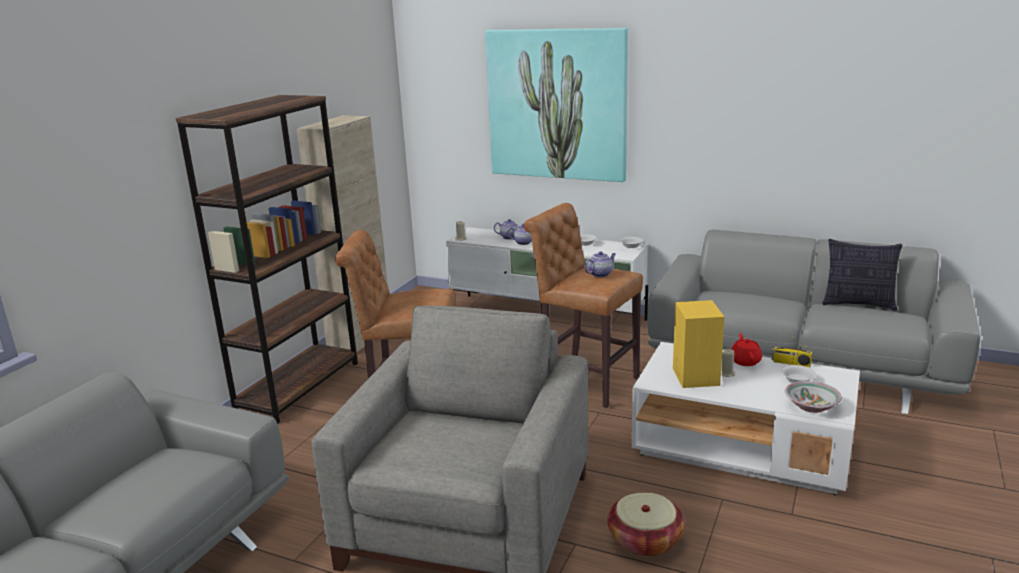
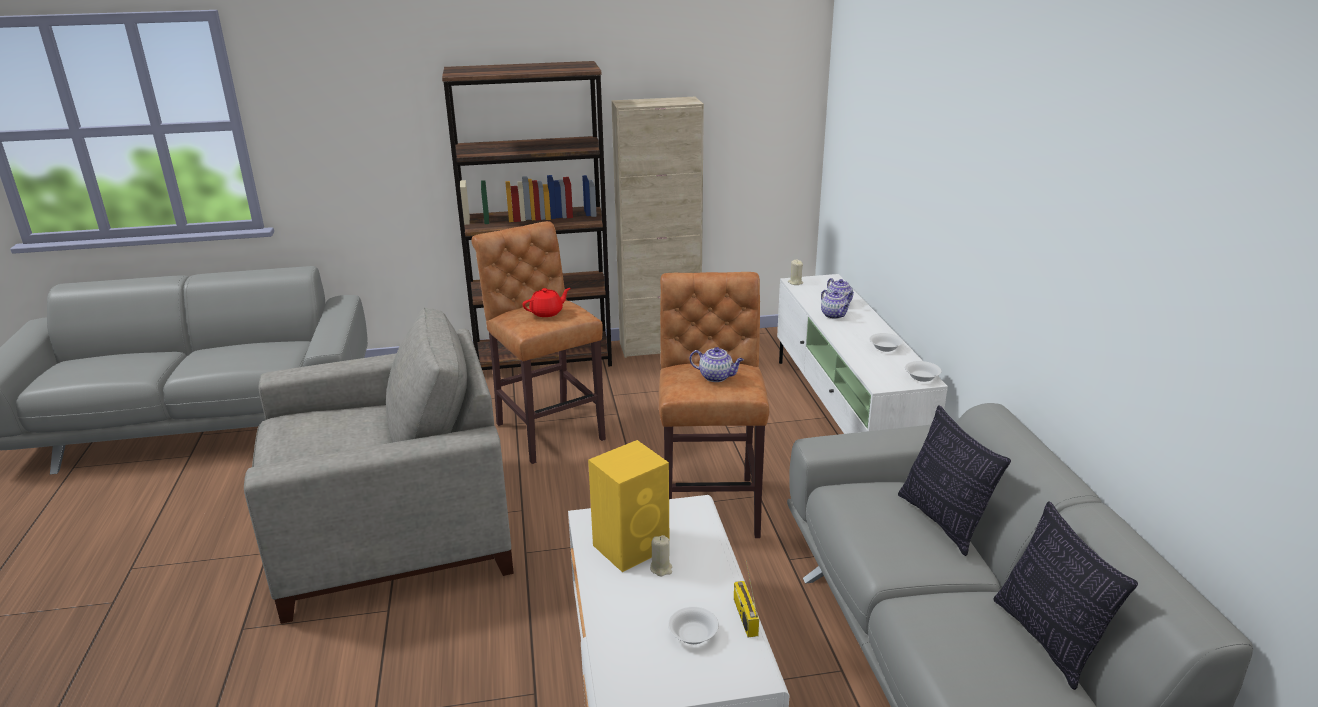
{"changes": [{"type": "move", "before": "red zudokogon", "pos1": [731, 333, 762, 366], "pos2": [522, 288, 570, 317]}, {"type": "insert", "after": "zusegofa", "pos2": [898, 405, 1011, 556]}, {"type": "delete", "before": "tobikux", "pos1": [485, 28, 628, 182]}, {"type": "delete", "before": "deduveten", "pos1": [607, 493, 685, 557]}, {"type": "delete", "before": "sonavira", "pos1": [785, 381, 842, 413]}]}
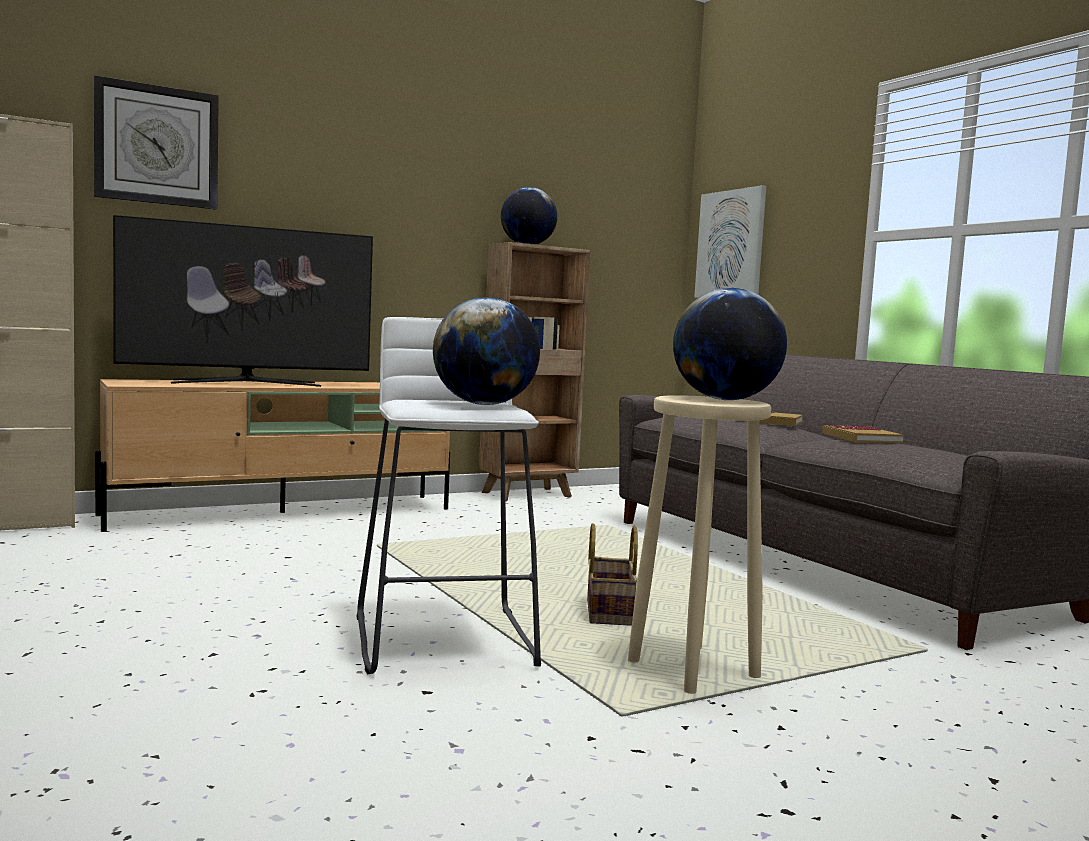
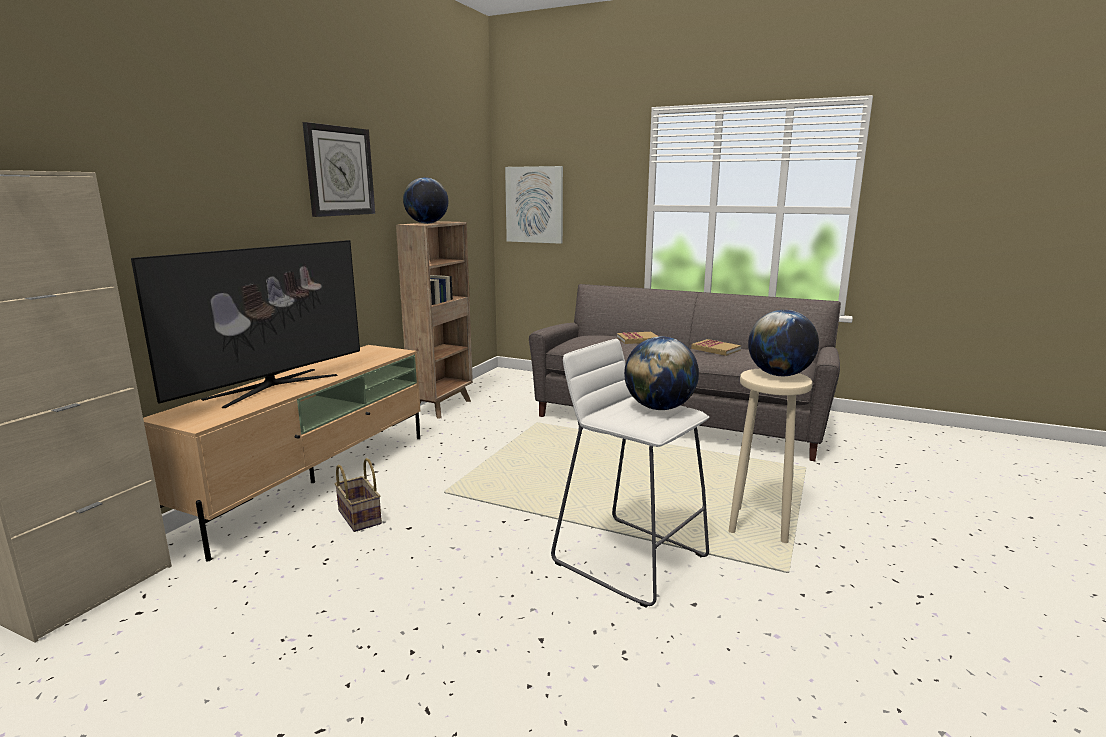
{"changes": [{"type": "move", "before": "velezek", "pos1": [94, 75, 219, 209], "pos2": [303, 122, 375, 217]}, {"type": "move", "before": "deduveten", "pos1": [587, 523, 638, 626], "pos2": [335, 458, 382, 532]}]}
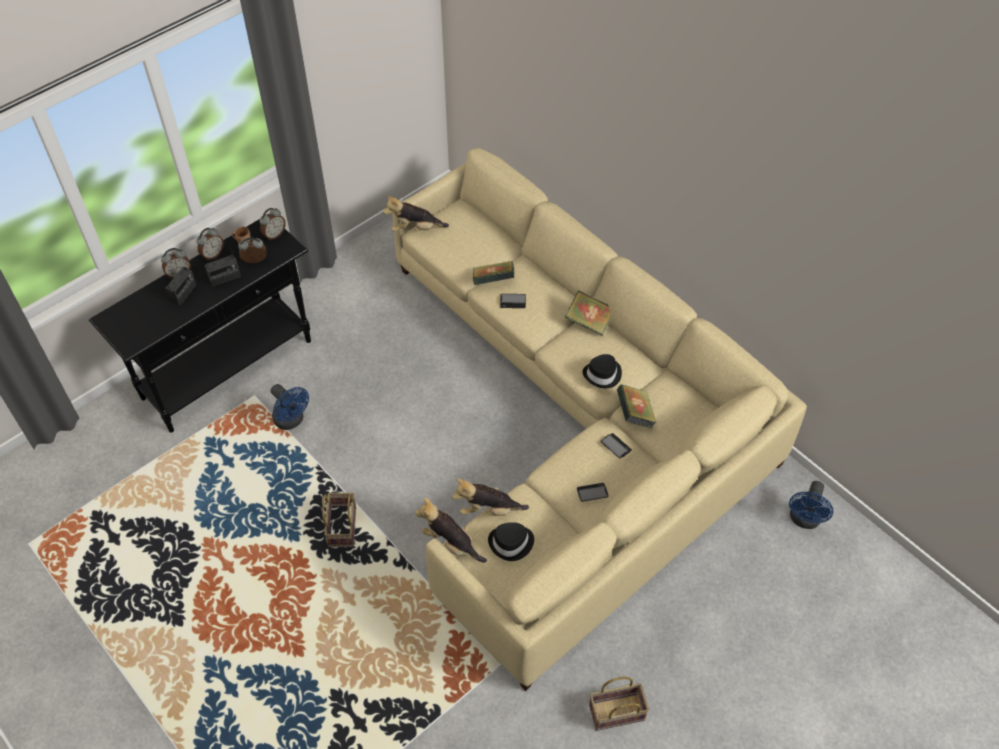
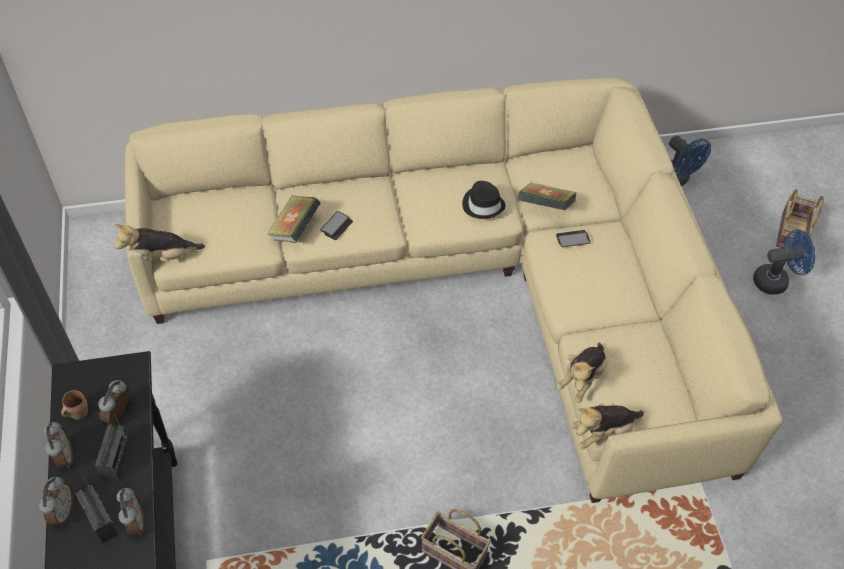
{"changes": [{"type": "rotate", "before": "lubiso", "pos1": [383, 196, 449, 232], "pos2": [114, 224, 205, 267], "turn": 45}, {"type": "move", "before": "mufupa", "pos1": [260, 208, 286, 241], "pos2": [116, 488, 145, 536]}, {"type": "move", "before": "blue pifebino", "pos1": [271, 384, 309, 430], "pos2": [753, 230, 815, 295]}, {"type": "move", "before": "deduveten", "pos1": [589, 677, 649, 731], "pos2": [776, 189, 824, 248]}, {"type": "delete", "before": "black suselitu", "pos1": [488, 522, 534, 561]}, {"type": "delete", "before": "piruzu", "pos1": [565, 290, 611, 335]}, {"type": "delete", "before": "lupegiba", "pos1": [577, 483, 608, 502]}]}
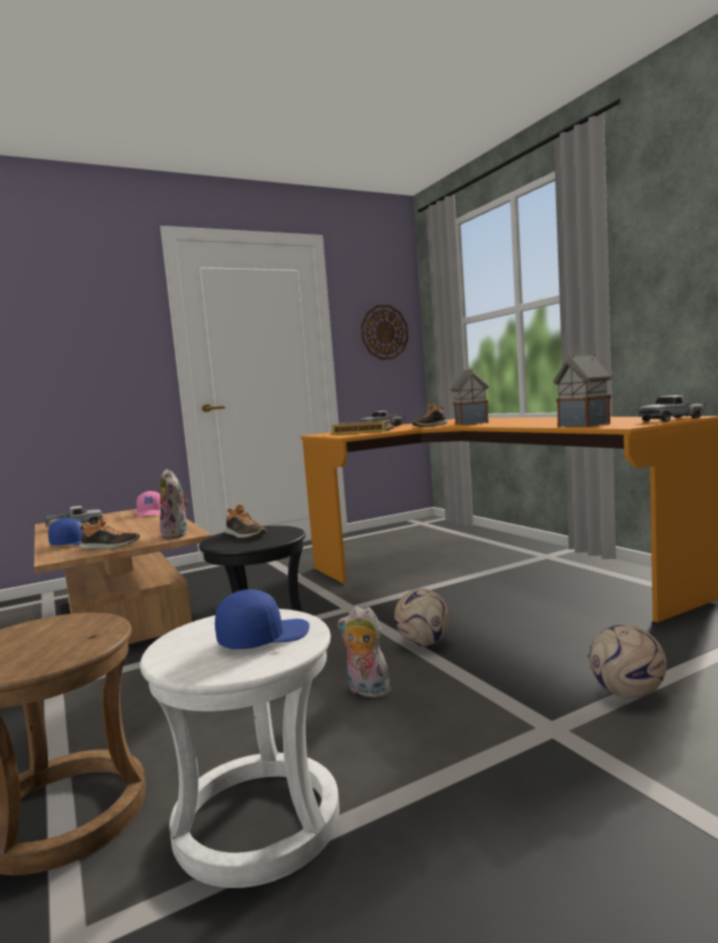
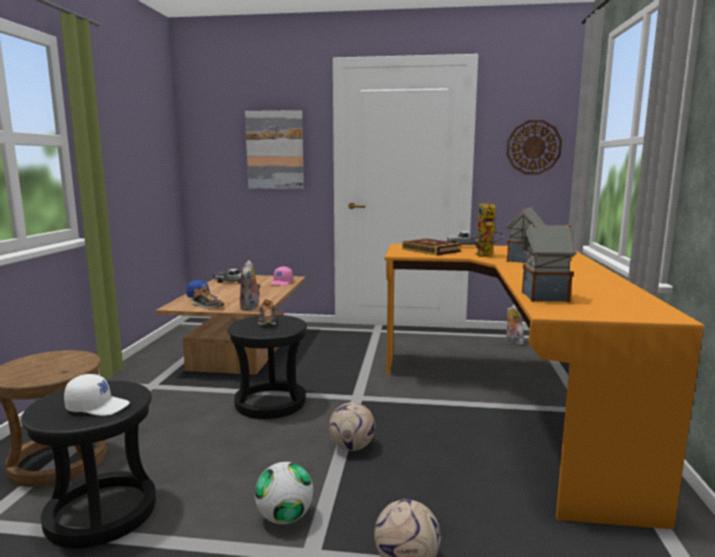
{"changes": [{"type": "recolor", "before": "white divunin", "after": "black divunin", "pos1": [140, 609, 339, 888], "pos2": [21, 381, 156, 548]}, {"type": "recolor", "before": "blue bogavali", "after": "white bogavali", "pos1": [215, 589, 310, 649], "pos2": [64, 374, 130, 416]}, {"type": "insert", "after": "tobikux", "pos2": [245, 110, 304, 189]}, {"type": "insert", "after": "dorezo", "pos2": [255, 462, 313, 524]}, {"type": "replace", "before": "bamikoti", "after": "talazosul", "pos1": [413, 403, 448, 427], "pos2": [475, 202, 504, 257]}, {"type": "move", "before": "lubiso", "pos1": [338, 606, 393, 698], "pos2": [506, 304, 524, 345]}, {"type": "delete", "before": "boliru", "pos1": [638, 395, 705, 422]}]}
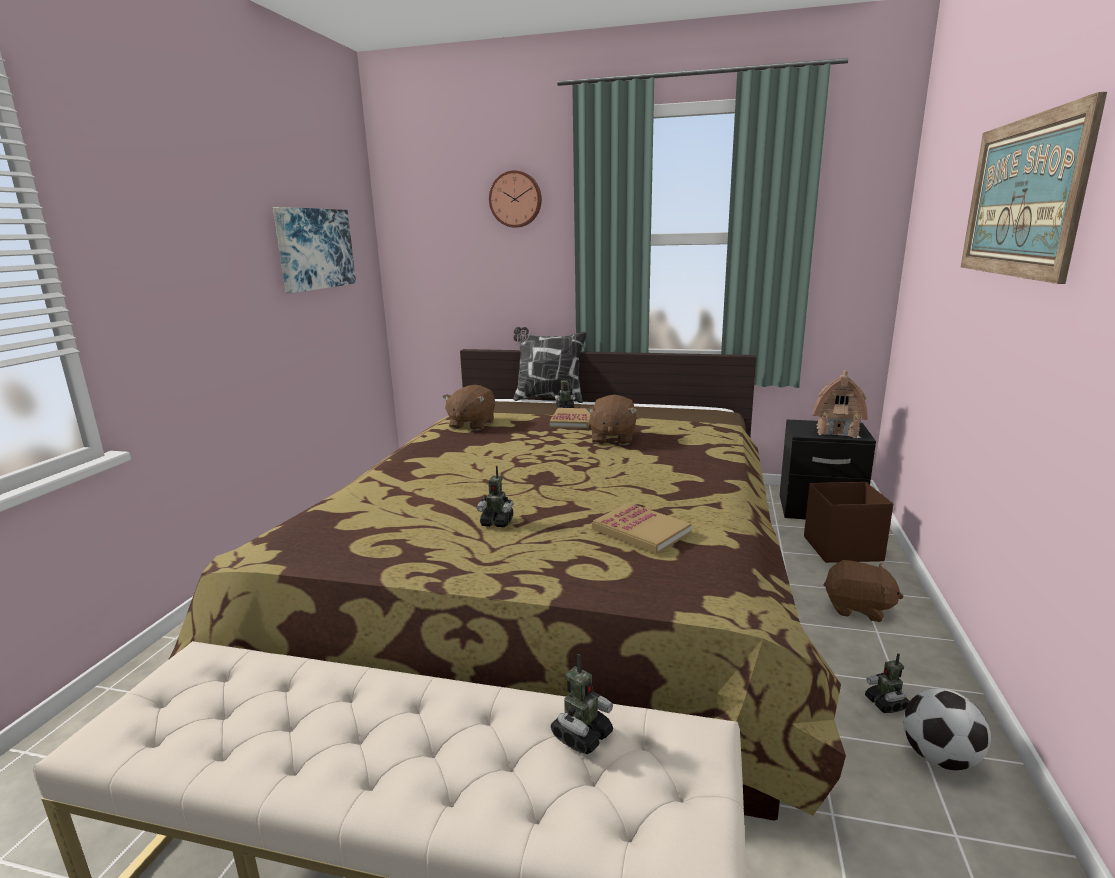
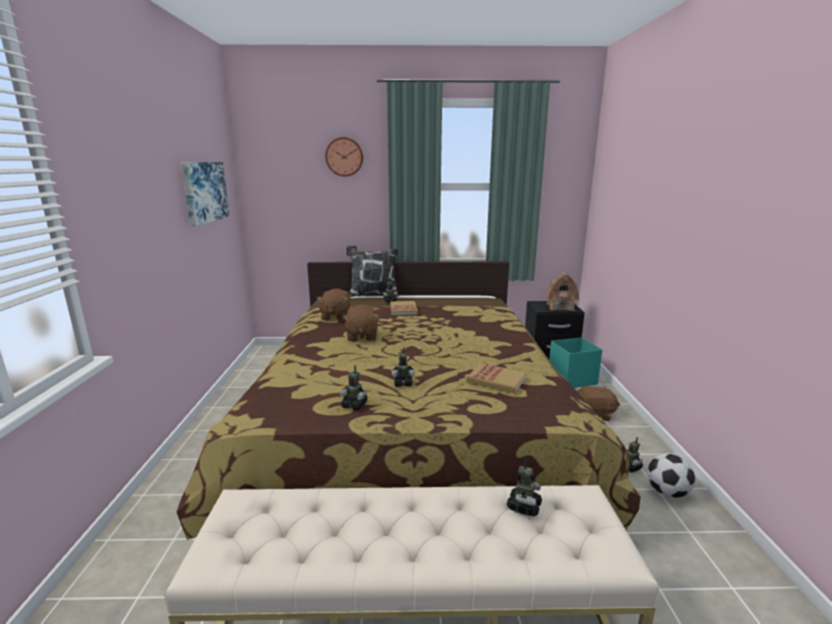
{"changes": [{"type": "insert", "after": "talazosul", "pos2": [339, 365, 367, 410]}, {"type": "move", "before": "brown lubiso", "pos1": [586, 395, 637, 445], "pos2": [343, 304, 379, 342]}, {"type": "recolor", "before": "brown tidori", "after": "turquoise tidori", "pos1": [804, 482, 893, 563], "pos2": [549, 337, 602, 388]}, {"type": "delete", "before": "tobikux", "pos1": [961, 92, 1107, 284]}]}
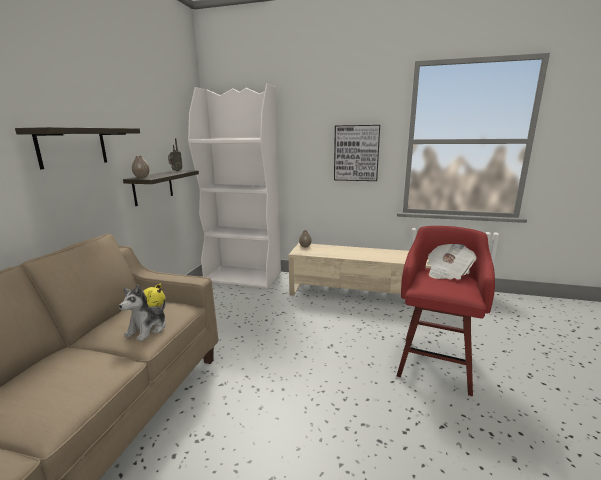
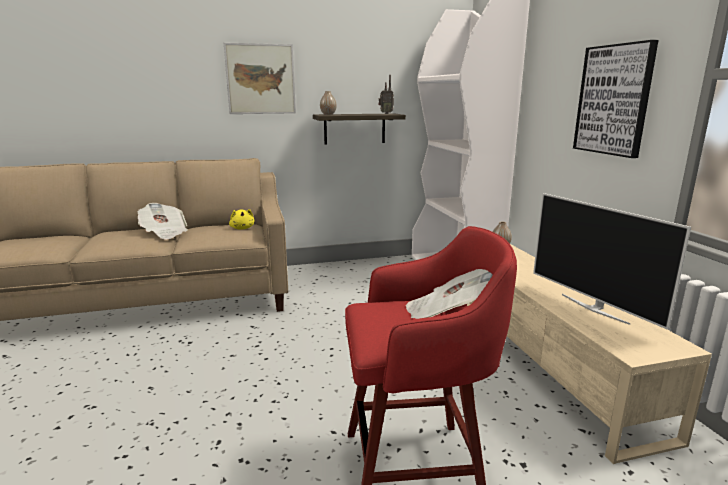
{"changes": [{"type": "insert", "after": "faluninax", "pos2": [138, 203, 188, 240]}, {"type": "replace", "before": "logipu", "after": "tobikux", "pos1": [15, 127, 140, 169], "pos2": [224, 43, 296, 114]}, {"type": "insert", "after": "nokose", "pos2": [533, 193, 691, 330]}, {"type": "delete", "before": "lubiso", "pos1": [119, 284, 166, 341]}]}
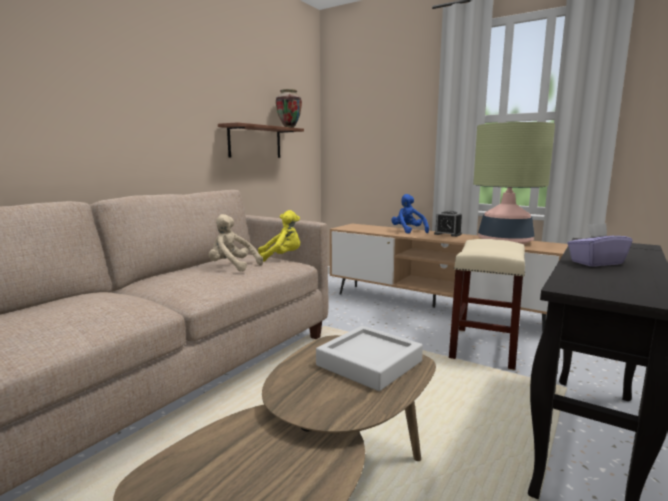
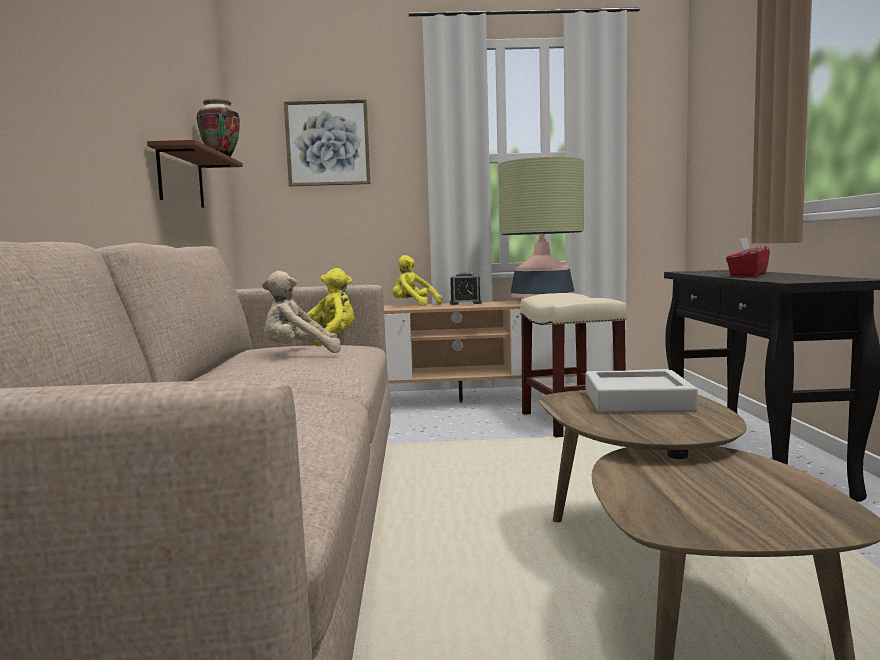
{"changes": [{"type": "insert", "after": "tobikux", "pos2": [284, 99, 370, 186]}, {"type": "recolor", "before": "blue lubiso", "after": "yellow lubiso", "pos1": [391, 194, 429, 234], "pos2": [392, 255, 442, 306]}, {"type": "recolor", "before": "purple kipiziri", "after": "red kipiziri", "pos1": [567, 224, 632, 267], "pos2": [726, 238, 770, 276]}]}
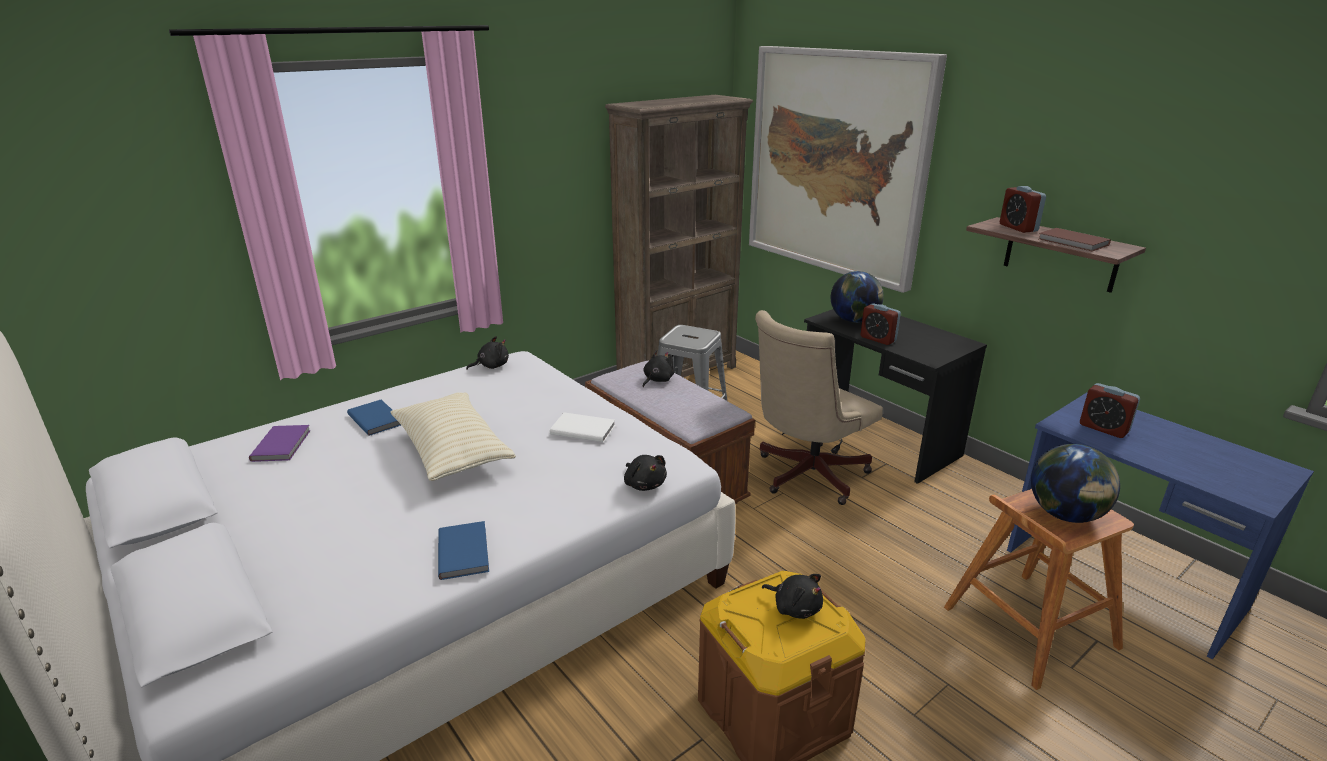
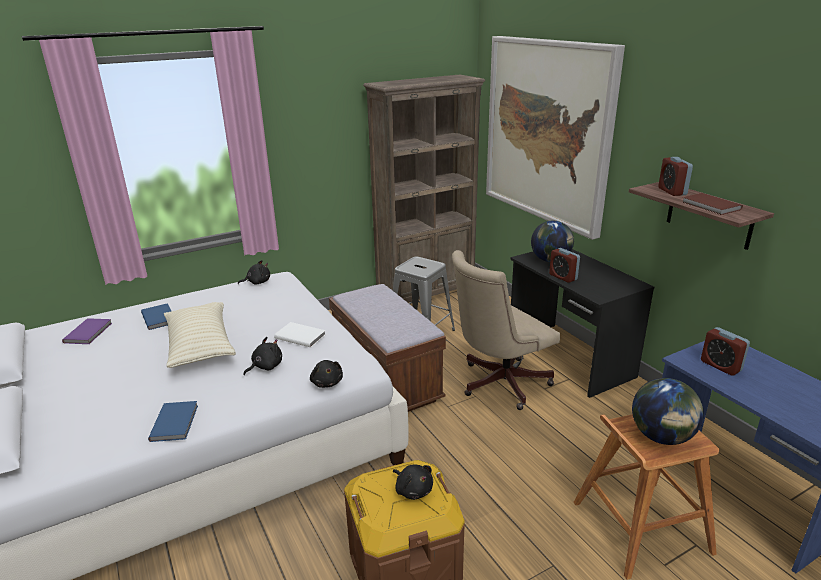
{"changes": [{"type": "move", "before": "black lubiso", "pos1": [643, 350, 675, 387], "pos2": [243, 337, 282, 375]}]}
